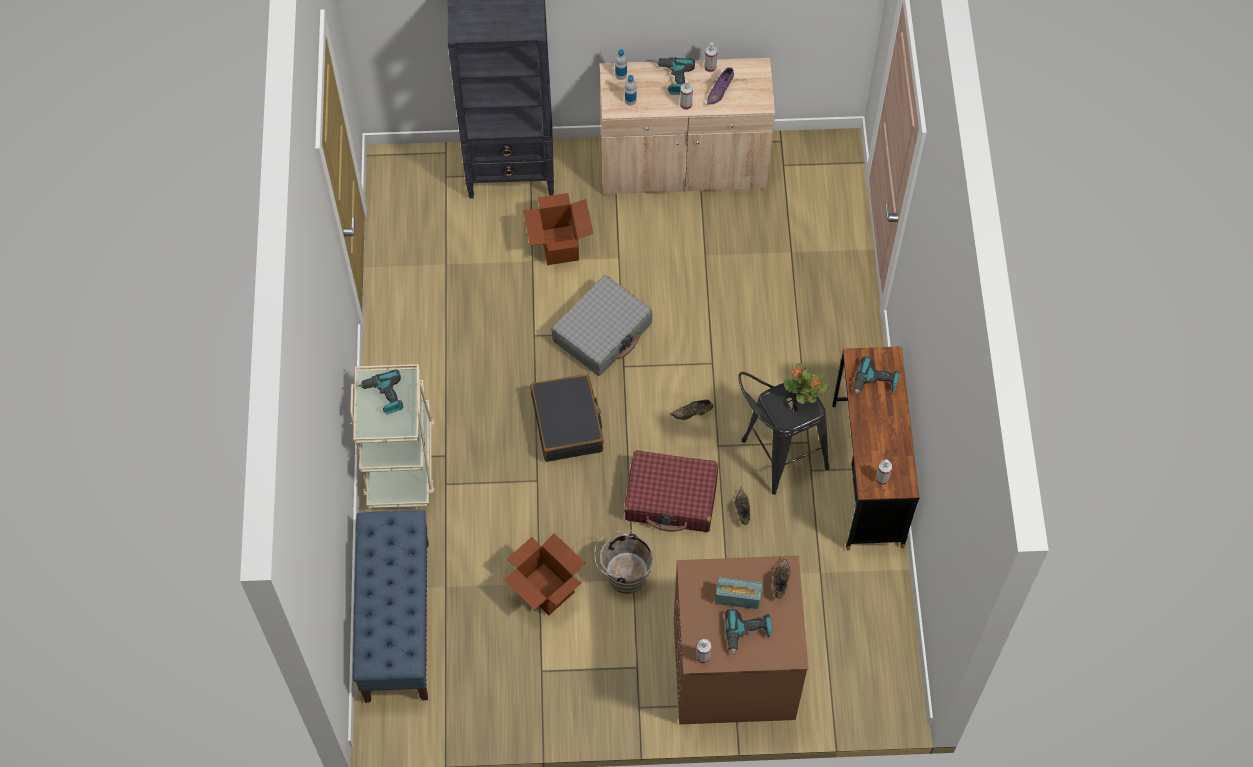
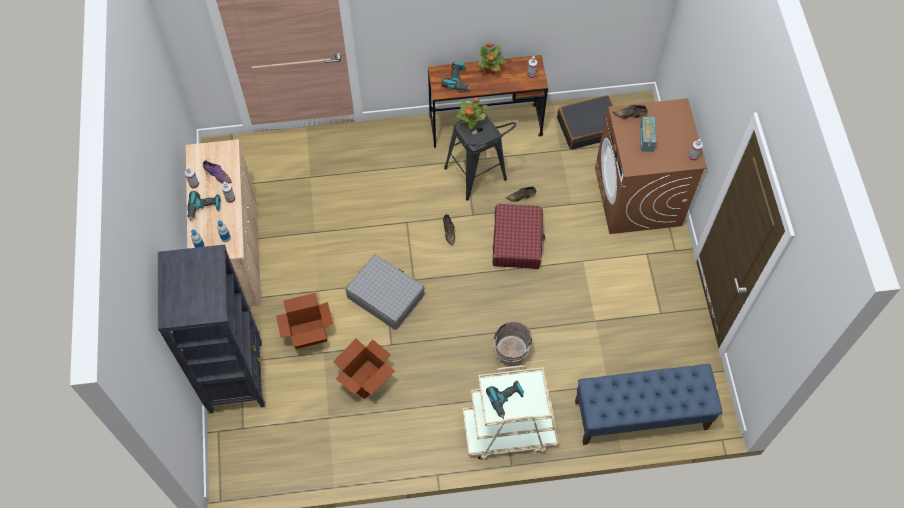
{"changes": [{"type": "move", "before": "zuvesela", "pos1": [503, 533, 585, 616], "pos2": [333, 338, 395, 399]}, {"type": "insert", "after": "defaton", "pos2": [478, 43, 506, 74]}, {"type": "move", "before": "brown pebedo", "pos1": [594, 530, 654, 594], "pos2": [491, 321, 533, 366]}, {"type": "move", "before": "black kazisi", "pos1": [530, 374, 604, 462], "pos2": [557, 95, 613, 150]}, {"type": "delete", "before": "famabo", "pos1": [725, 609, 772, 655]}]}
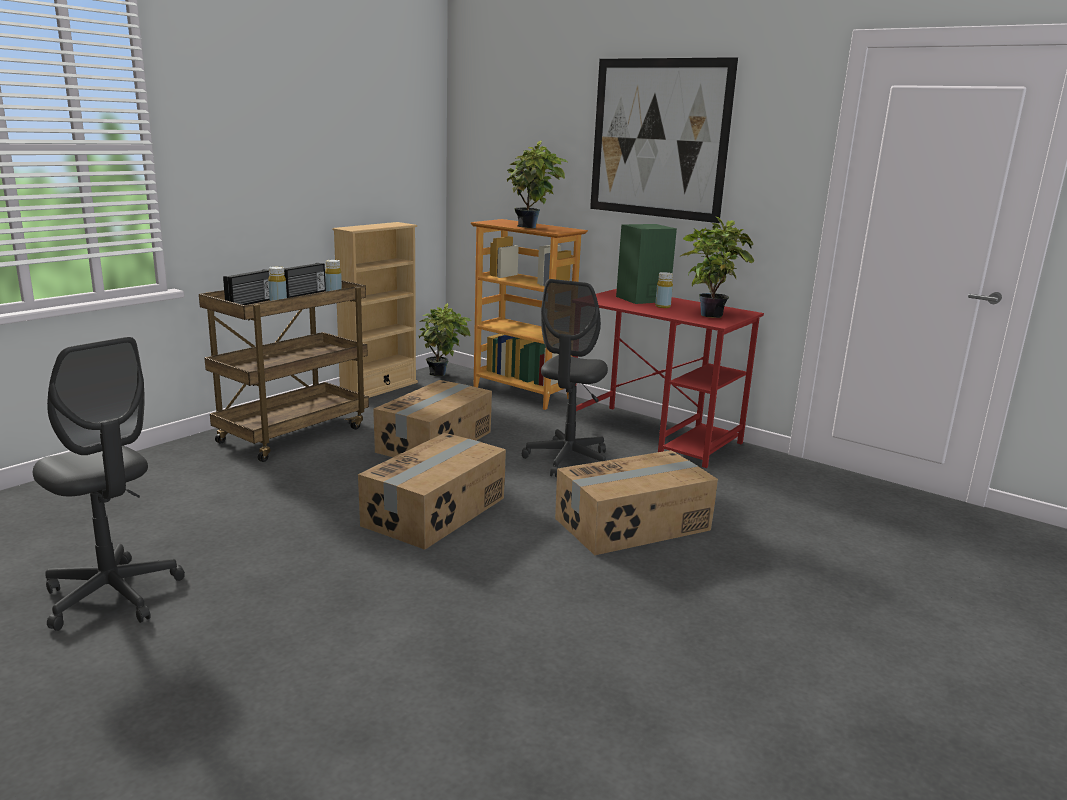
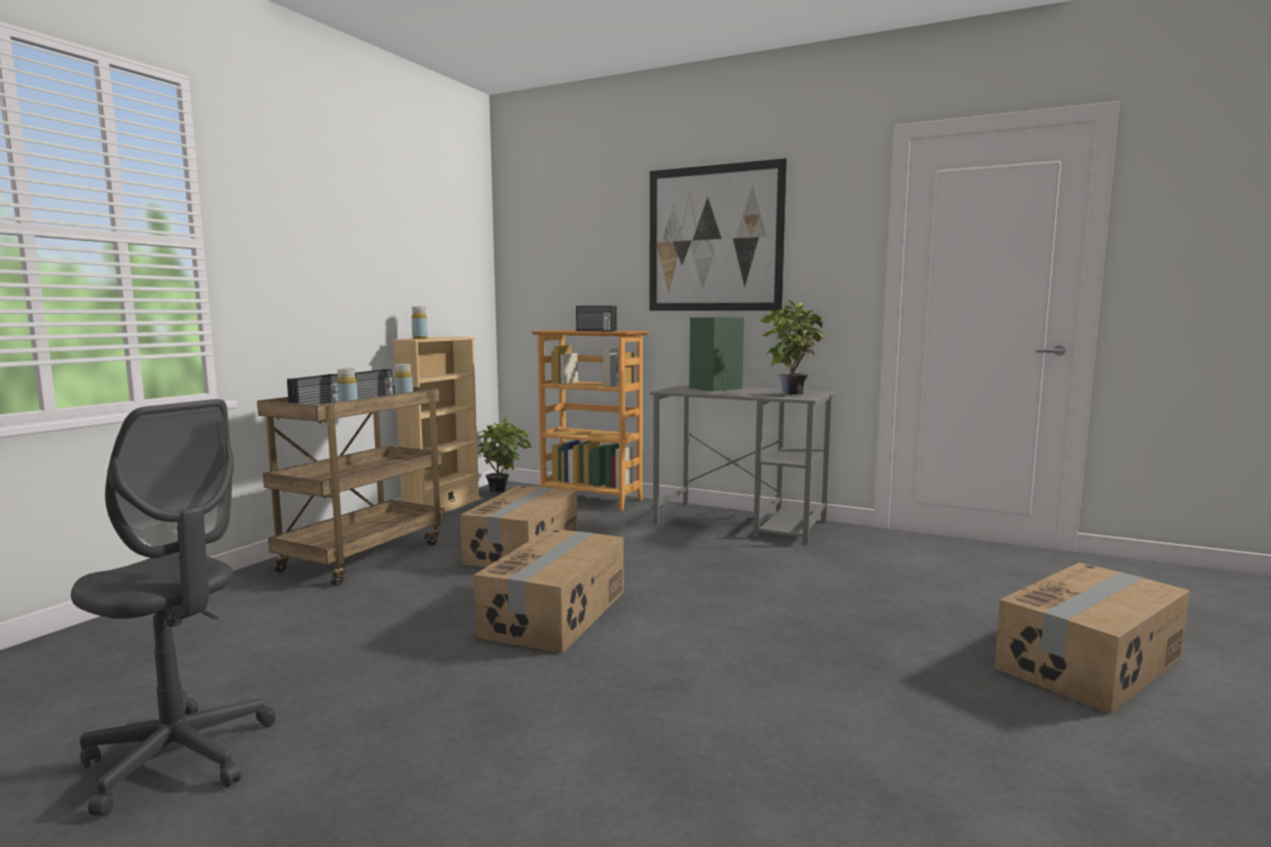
{"changes": [{"type": "move", "before": "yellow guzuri", "pos1": [655, 272, 673, 308], "pos2": [412, 307, 428, 339]}, {"type": "replace", "before": "defaton", "after": "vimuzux", "pos1": [507, 140, 569, 228], "pos2": [576, 306, 617, 332]}, {"type": "recolor", "before": "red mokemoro", "after": "grey mokemoro", "pos1": [572, 289, 764, 468], "pos2": [650, 384, 835, 545]}, {"type": "move", "before": "zuvesela", "pos1": [555, 450, 718, 556], "pos2": [995, 562, 1190, 714]}, {"type": "delete", "before": "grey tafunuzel", "pos1": [522, 279, 608, 477]}]}
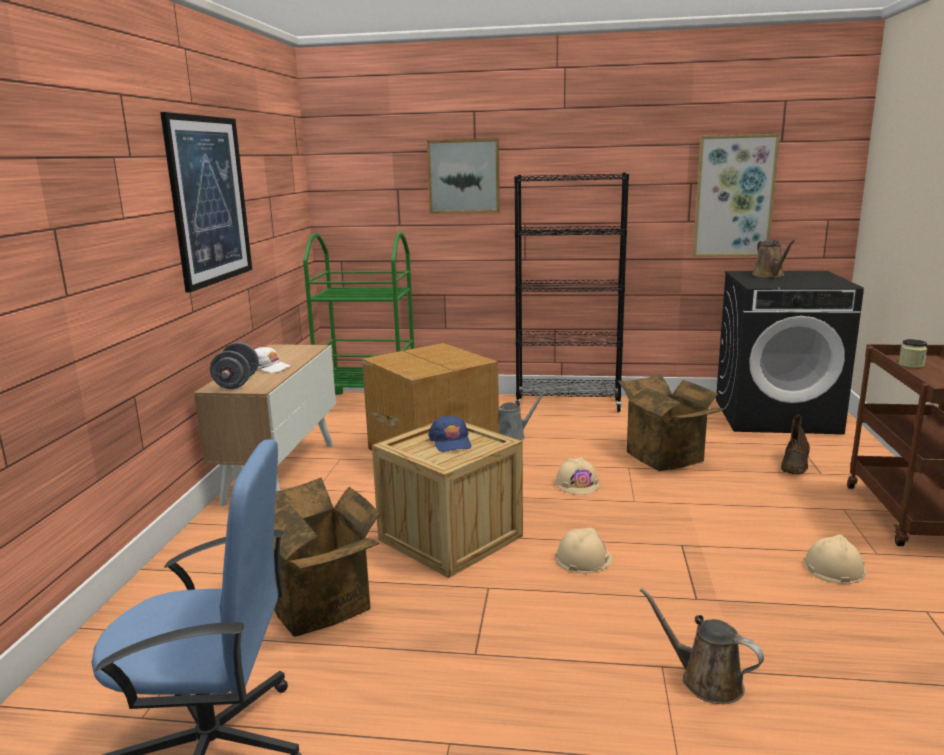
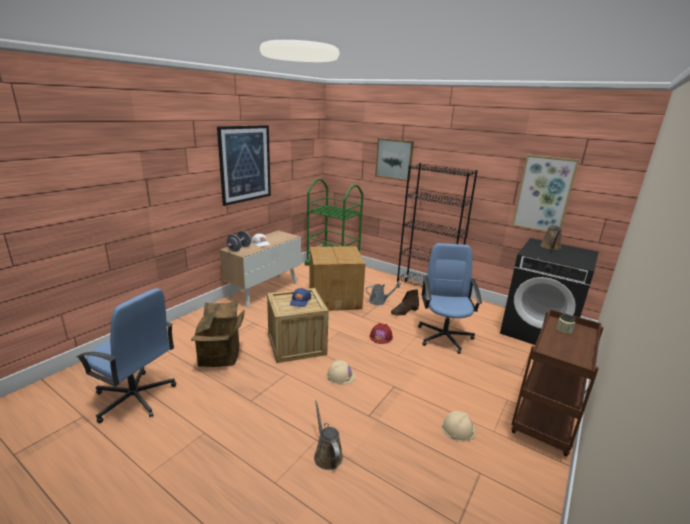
{"changes": [{"type": "recolor", "before": "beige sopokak", "after": "red sopokak", "pos1": [555, 457, 600, 495], "pos2": [370, 323, 393, 344]}, {"type": "move", "before": "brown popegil", "pos1": [781, 415, 810, 474], "pos2": [391, 289, 419, 316]}, {"type": "replace", "before": "zuvesela", "after": "blue tafunuzel", "pos1": [618, 374, 725, 471], "pos2": [418, 243, 482, 354]}]}
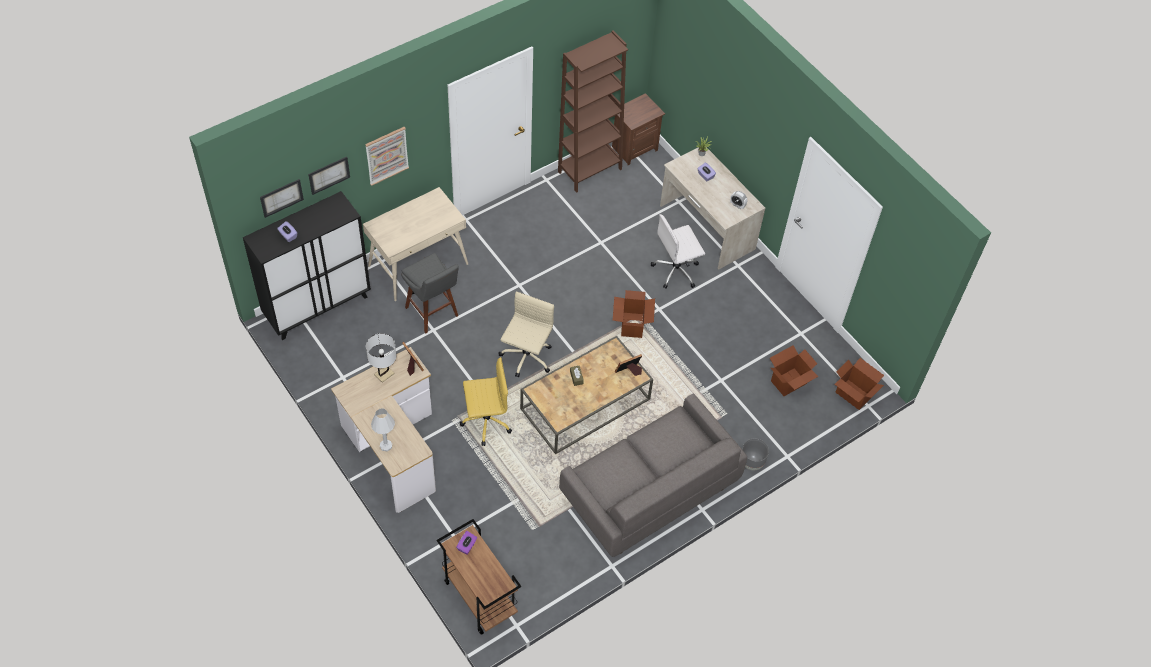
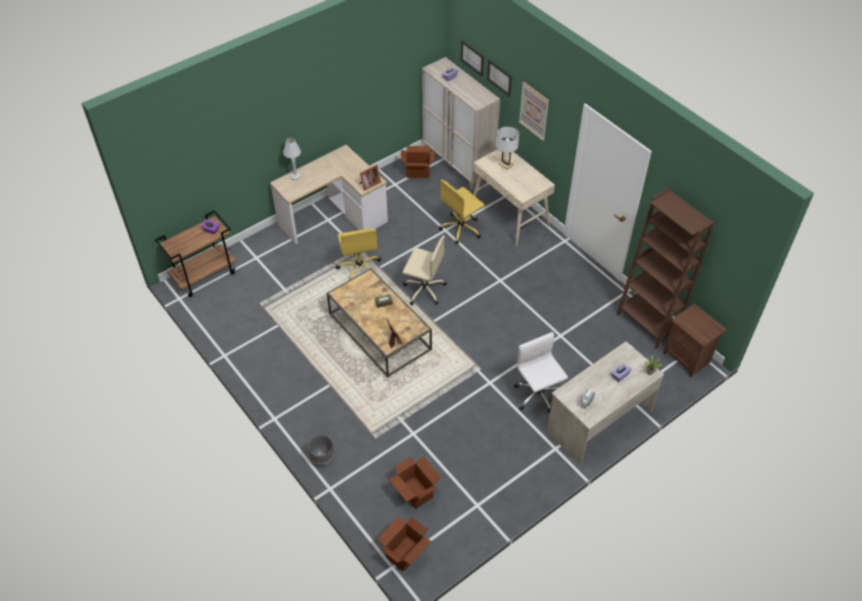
{"changes": [{"type": "move", "before": "zuvesela", "pos1": [613, 290, 655, 338], "pos2": [401, 146, 435, 178]}, {"type": "recolor", "before": "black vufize", "after": "beige vufize", "pos1": [243, 191, 371, 340], "pos2": [422, 57, 500, 190]}, {"type": "replace", "before": "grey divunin", "after": "yellow tafunuzel", "pos1": [401, 253, 459, 334], "pos2": [439, 180, 485, 244]}, {"type": "move", "before": "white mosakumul", "pos1": [366, 333, 396, 383], "pos2": [496, 126, 519, 170]}, {"type": "delete", "before": "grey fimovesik", "pos1": [559, 393, 747, 557]}]}
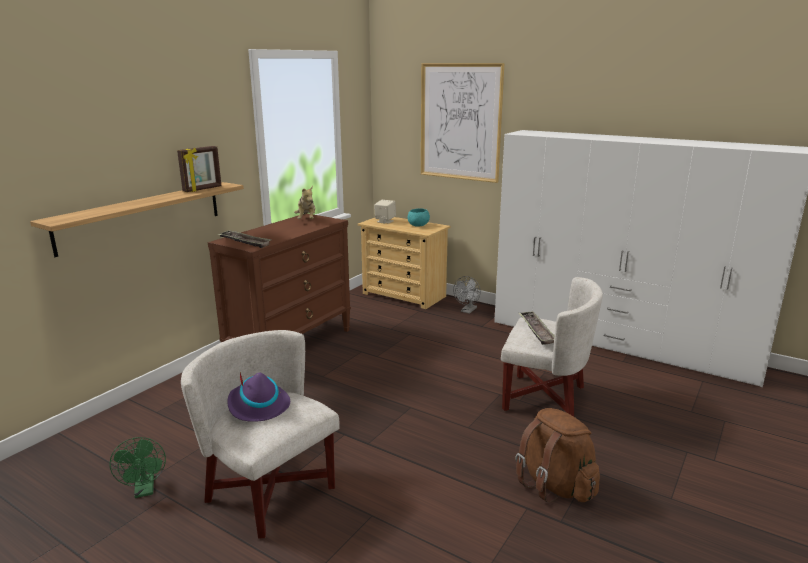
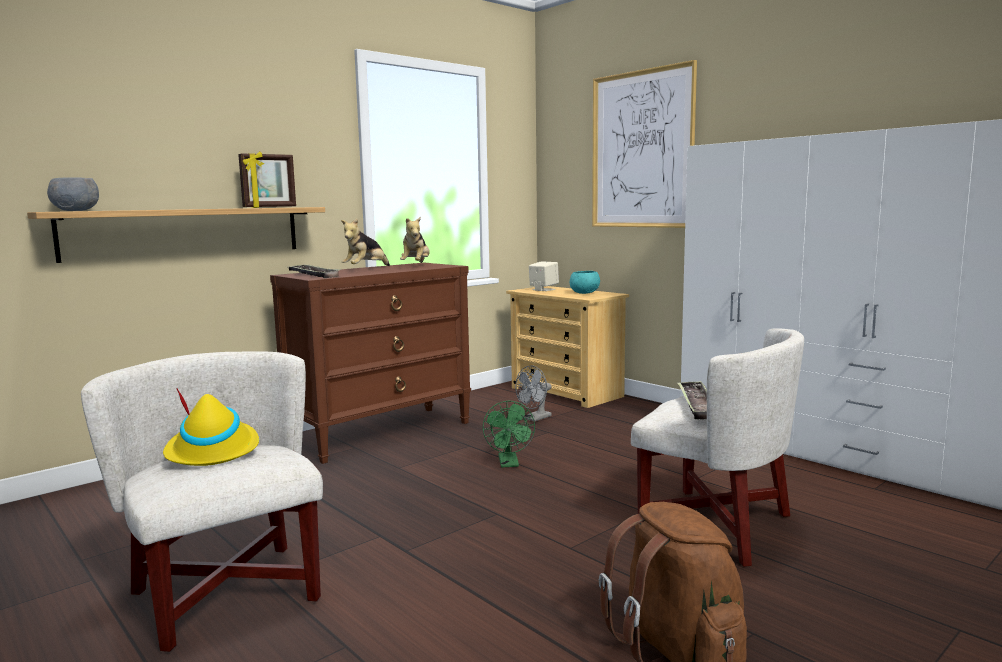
{"changes": [{"type": "insert", "after": "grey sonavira", "pos2": [47, 177, 99, 211]}, {"type": "recolor", "before": "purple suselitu", "after": "yellow suselitu", "pos1": [227, 372, 290, 422], "pos2": [163, 388, 259, 466]}, {"type": "insert", "after": "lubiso", "pos2": [341, 218, 390, 266]}, {"type": "move", "before": "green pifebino", "pos1": [110, 437, 166, 498], "pos2": [483, 401, 535, 467]}, {"type": "move", "before": "grey pifebino", "pos1": [453, 276, 480, 314], "pos2": [515, 365, 552, 421]}]}
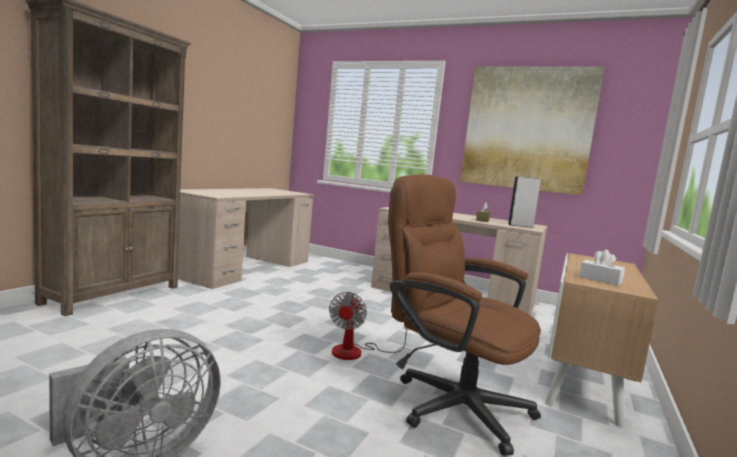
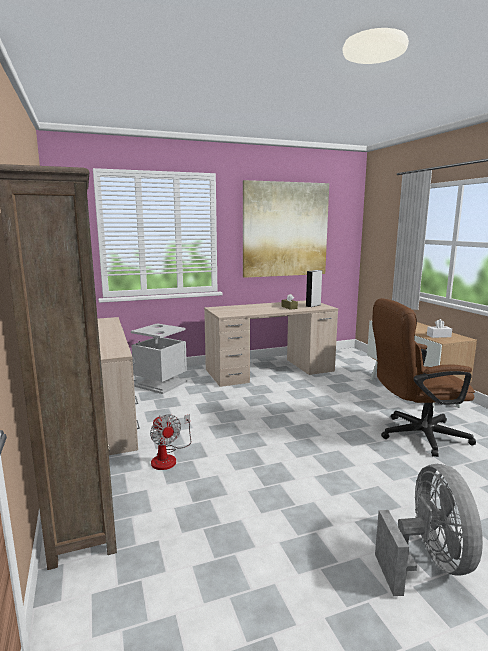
{"changes": [{"type": "insert", "after": "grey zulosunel", "pos2": [131, 323, 187, 394]}, {"type": "move", "before": "pifebino", "pos1": [329, 292, 410, 360], "pos2": [150, 414, 191, 470]}]}
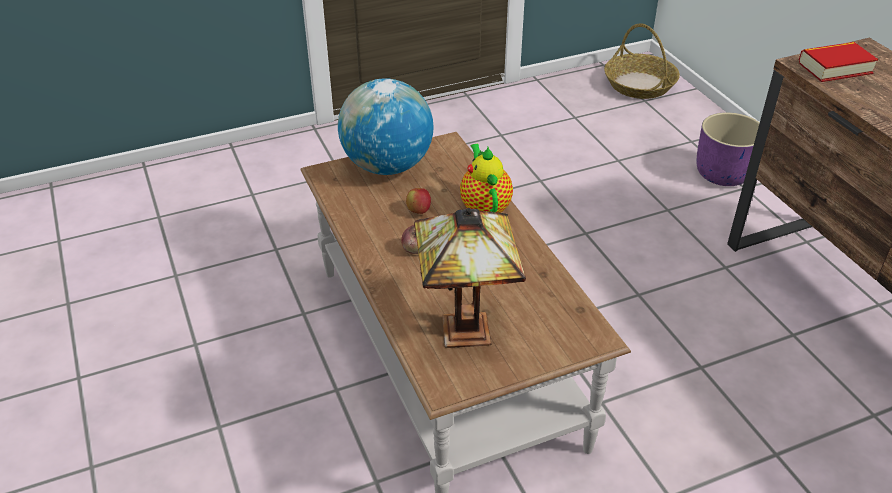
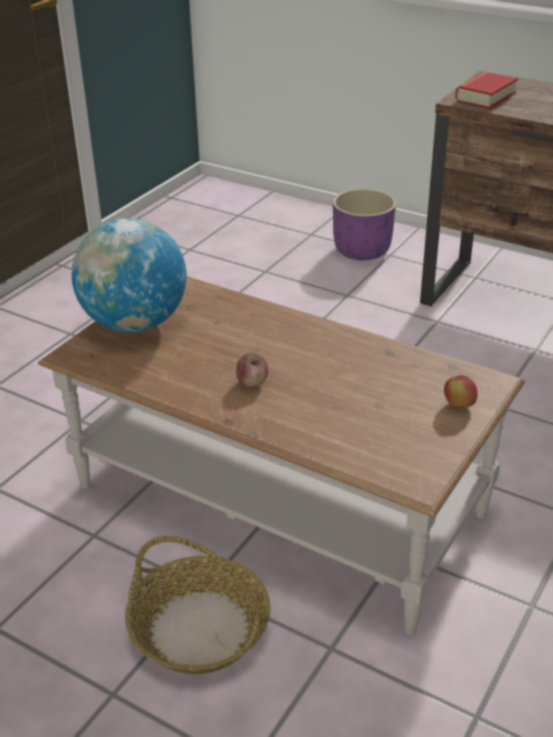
{"changes": [{"type": "move", "before": "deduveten", "pos1": [604, 24, 680, 99], "pos2": [125, 536, 271, 674]}, {"type": "move", "before": "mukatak", "pos1": [406, 188, 431, 214], "pos2": [444, 375, 478, 407]}, {"type": "delete", "before": "mosakumul", "pos1": [414, 208, 526, 348]}, {"type": "delete", "before": "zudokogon", "pos1": [460, 144, 513, 213]}]}
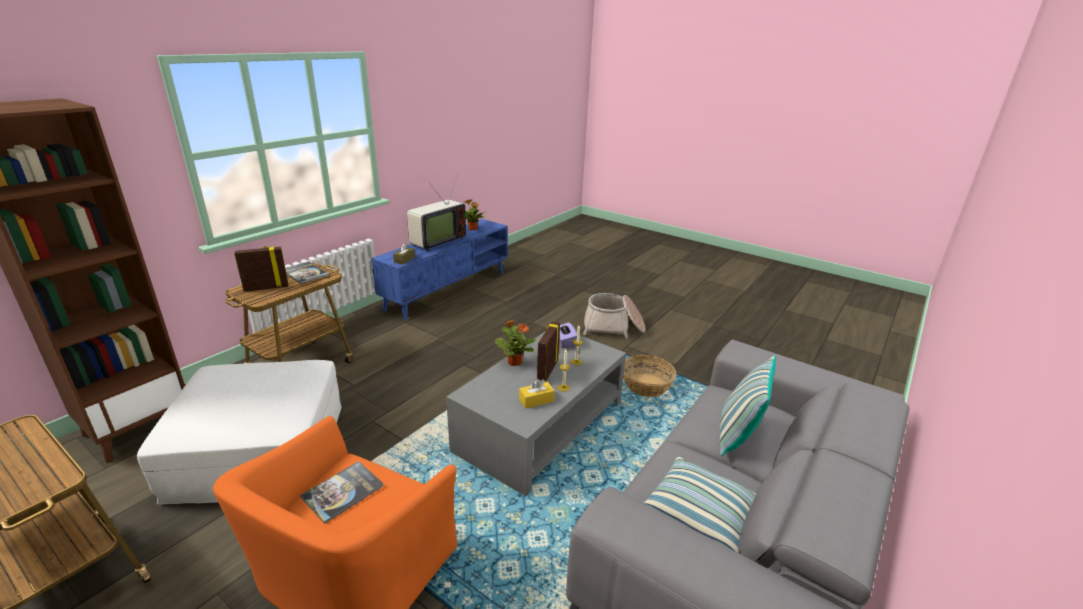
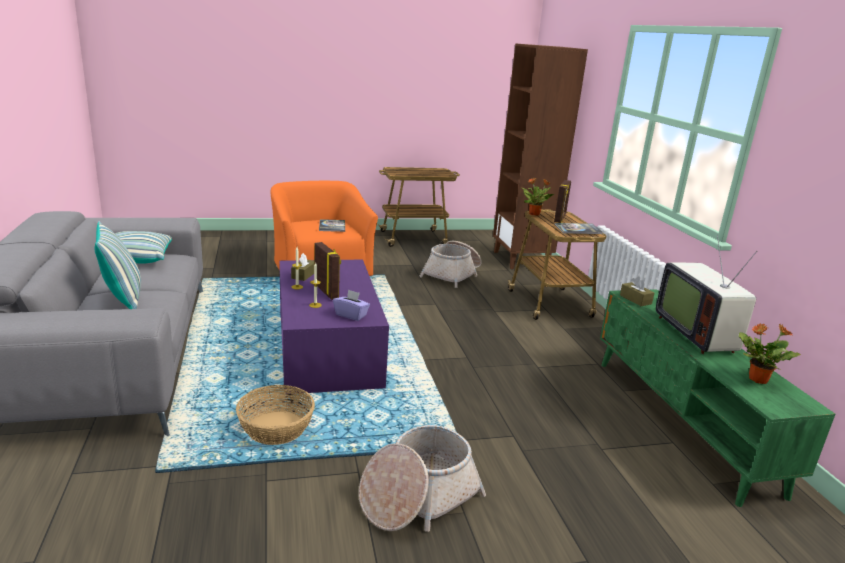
{"changes": [{"type": "recolor", "before": "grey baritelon", "after": "purple baritelon", "pos1": [446, 331, 626, 496], "pos2": [279, 260, 389, 394]}, {"type": "recolor", "before": "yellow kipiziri", "after": "brown kipiziri", "pos1": [519, 379, 555, 409], "pos2": [291, 253, 314, 281]}, {"type": "replace", "before": "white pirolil", "after": "deduveten", "pos1": [137, 360, 341, 505], "pos2": [419, 241, 482, 288]}, {"type": "move", "before": "defaton", "pos1": [495, 320, 536, 366], "pos2": [522, 178, 554, 216]}, {"type": "recolor", "before": "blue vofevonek", "after": "green vofevonek", "pos1": [371, 219, 508, 321], "pos2": [600, 289, 835, 507]}]}
